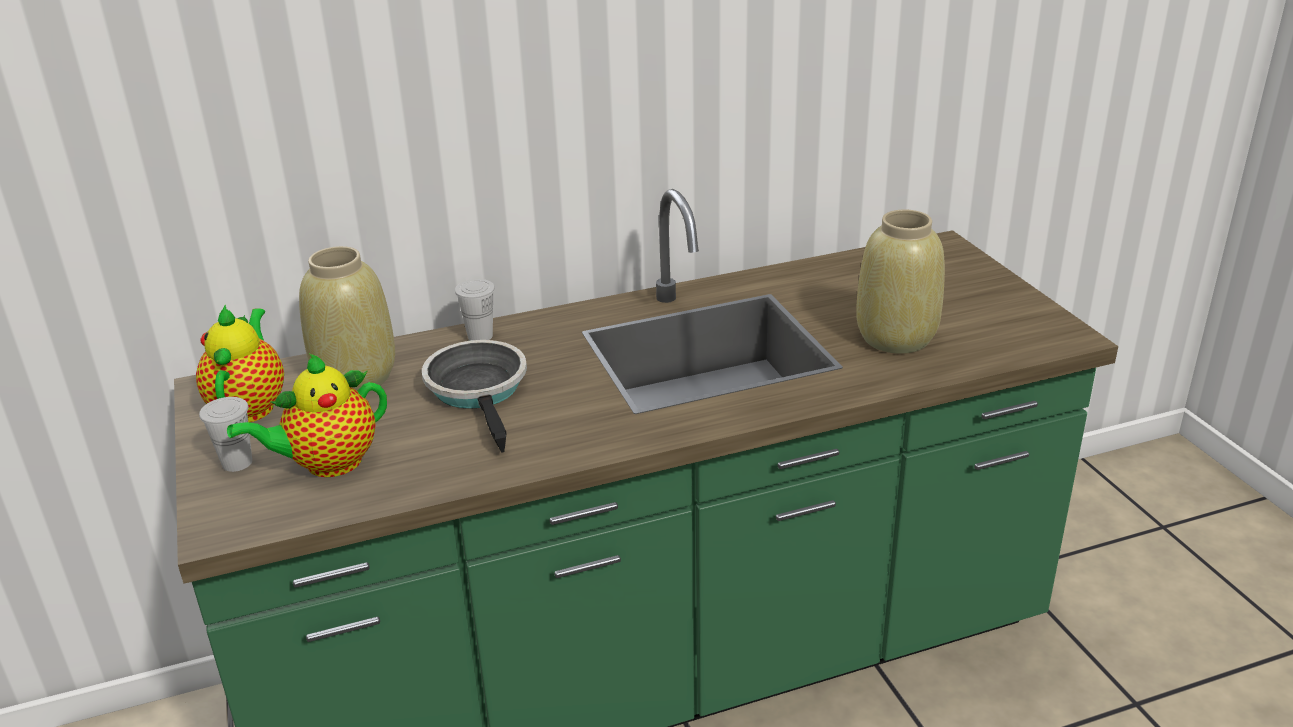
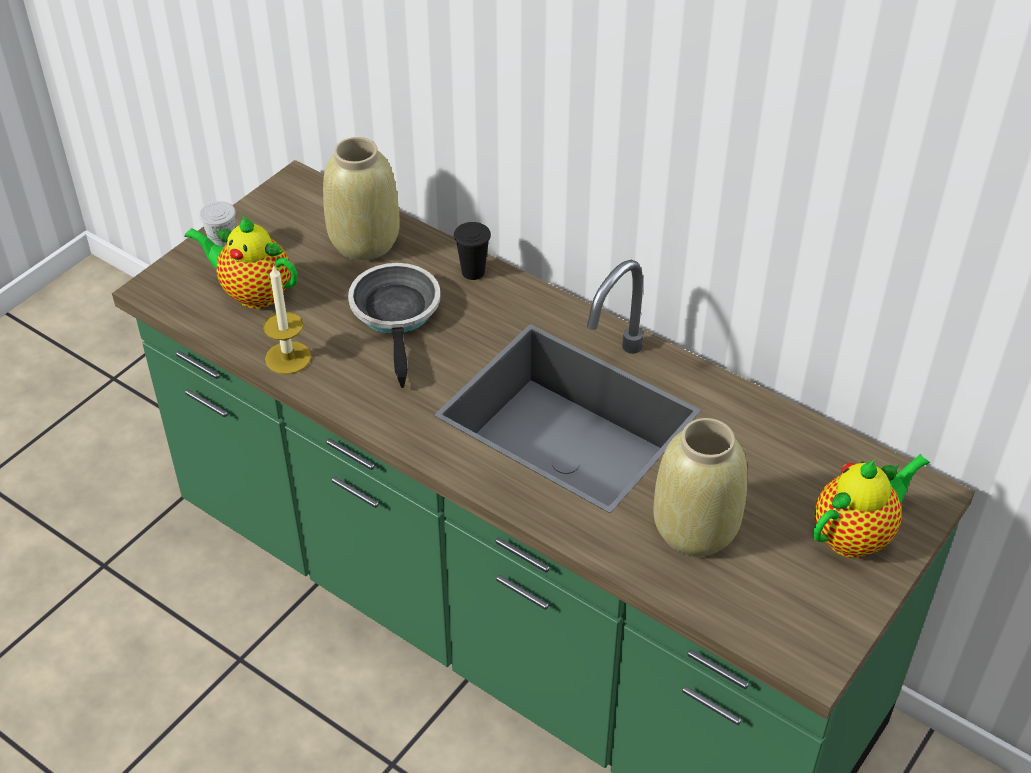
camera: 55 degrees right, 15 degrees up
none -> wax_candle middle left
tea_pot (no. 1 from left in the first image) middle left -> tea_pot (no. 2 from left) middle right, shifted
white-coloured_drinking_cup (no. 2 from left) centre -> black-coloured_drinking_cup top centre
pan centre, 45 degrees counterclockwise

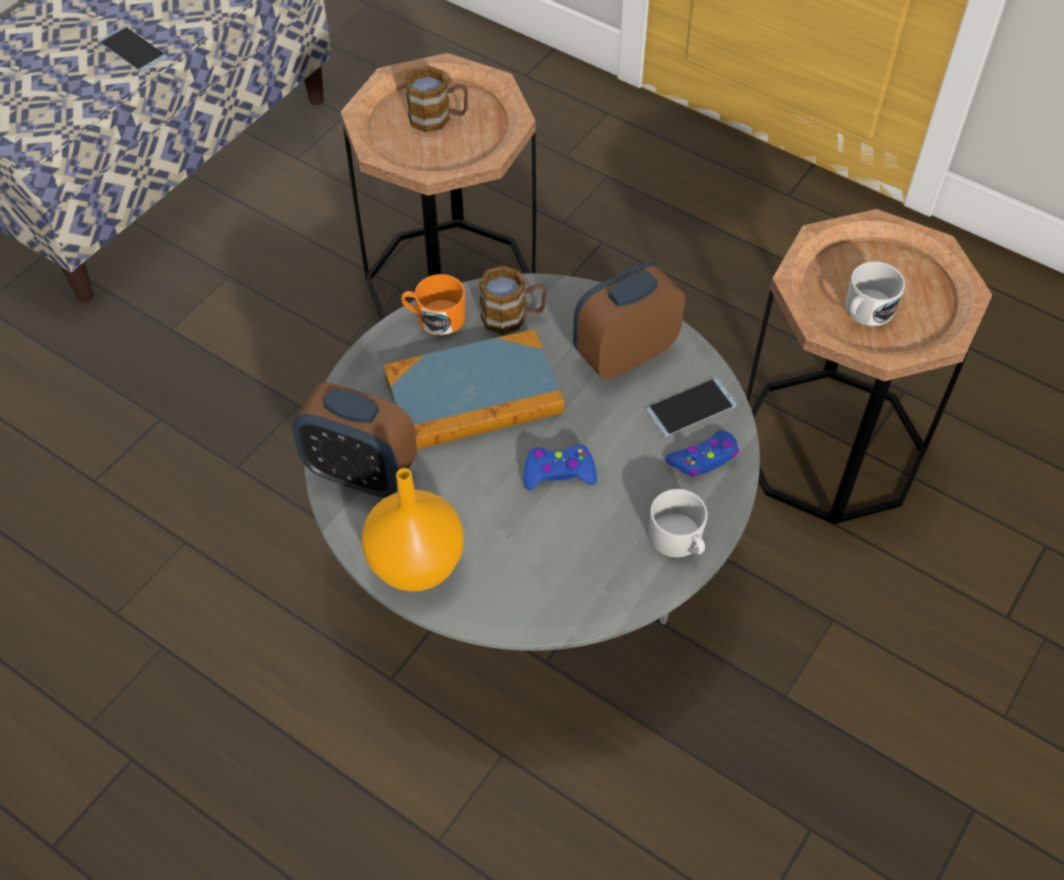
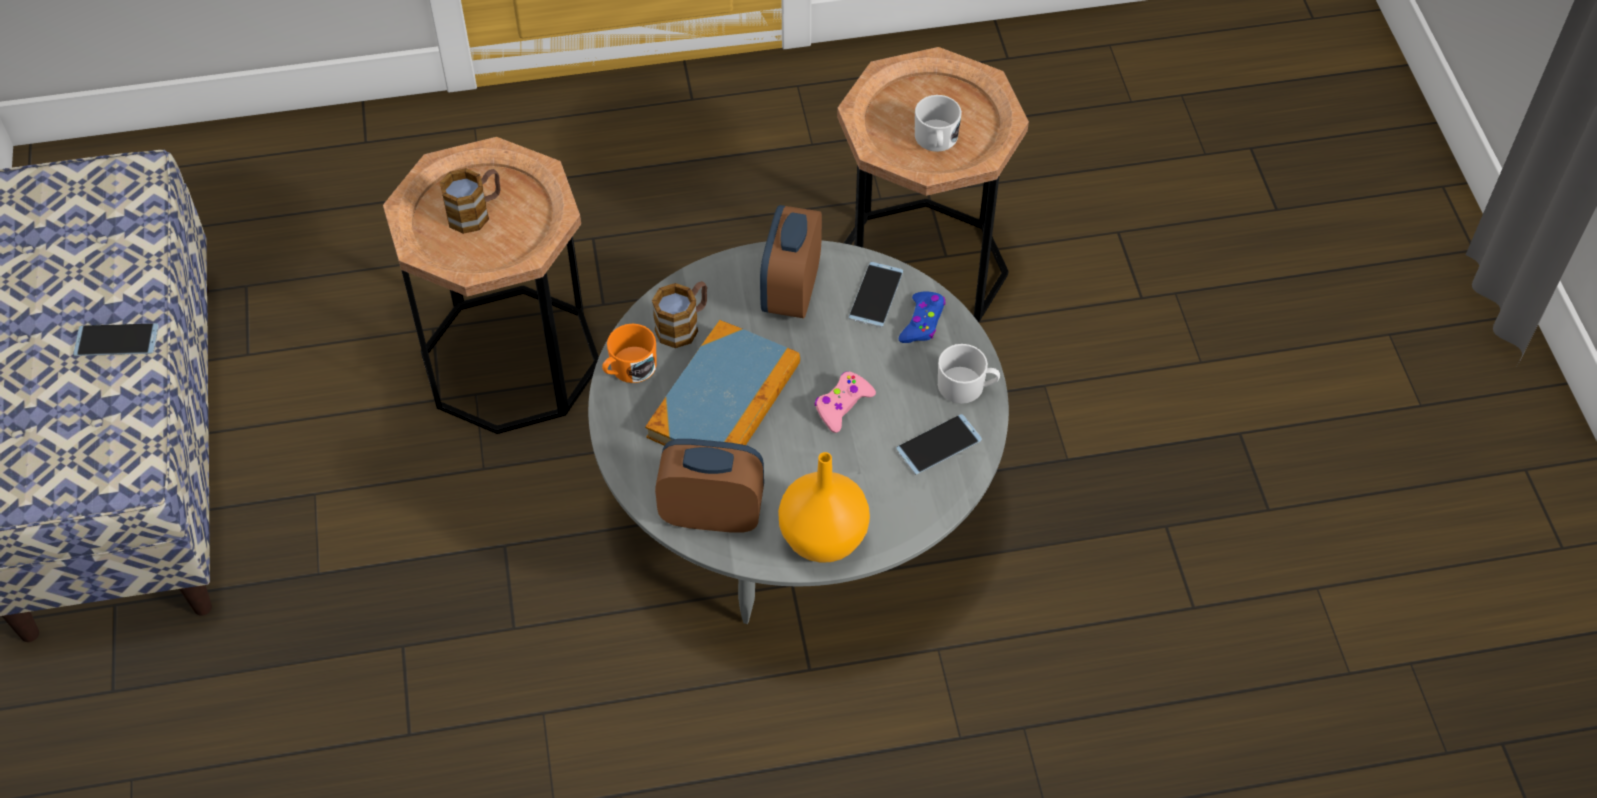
camera: 45 degrees left, 0 degrees up
none -> telephone (no. 3 from left) centre
blue_game_controller (no. 1 from left) centre -> pink_game_controller centre
bedside_clock (no. 1 from left) centre, 150 degrees counterclockwise

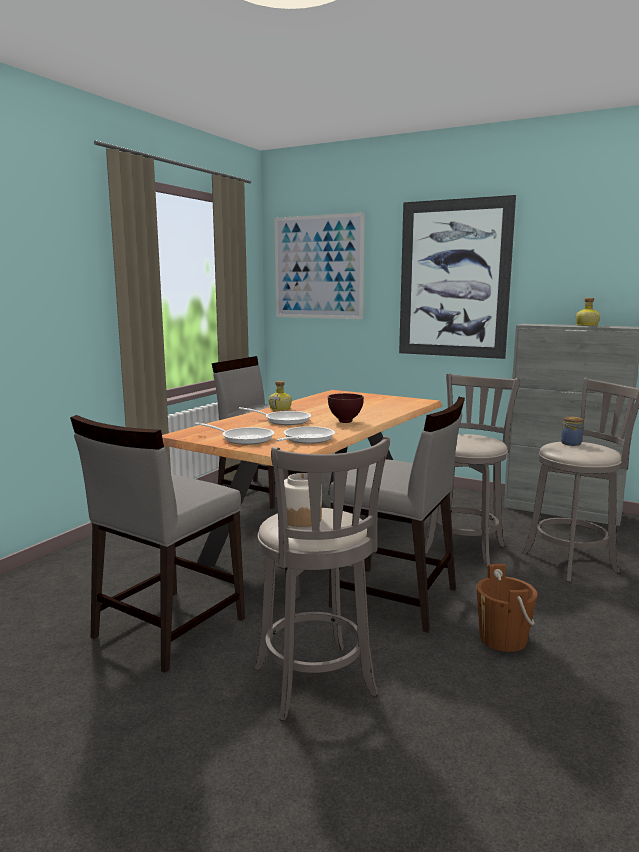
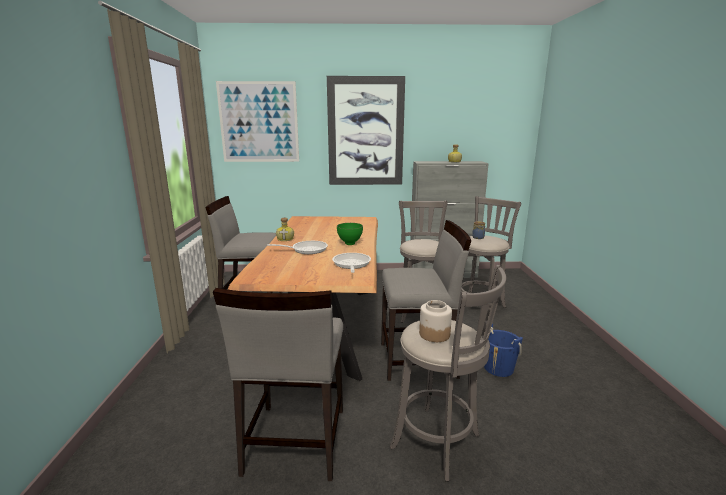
camera: 30 degrees left, 5 degrees up
pan (no. 1 from left) centre -> none
brown_deep_dish centre -> green_deep_dish centre
brown_bucket bottom right -> blue_bucket bottom right

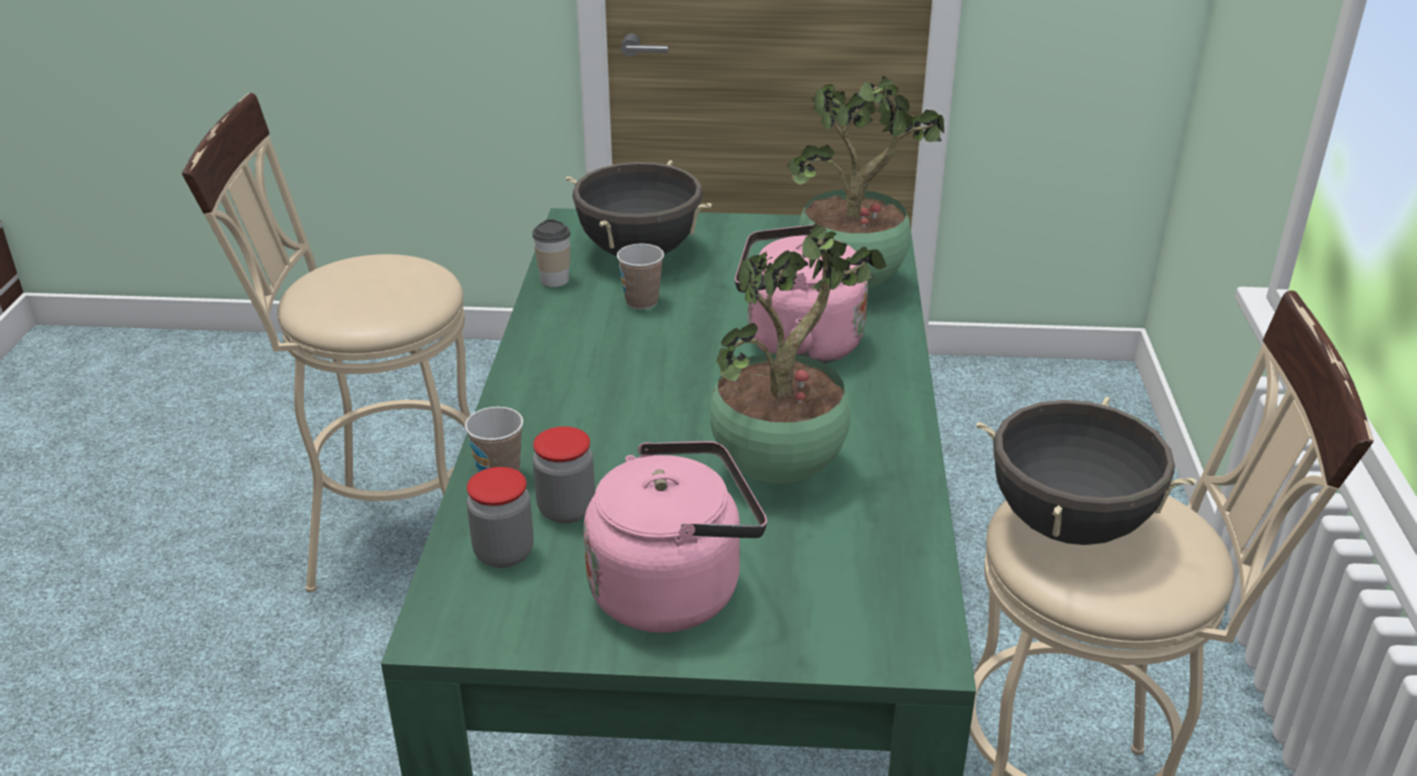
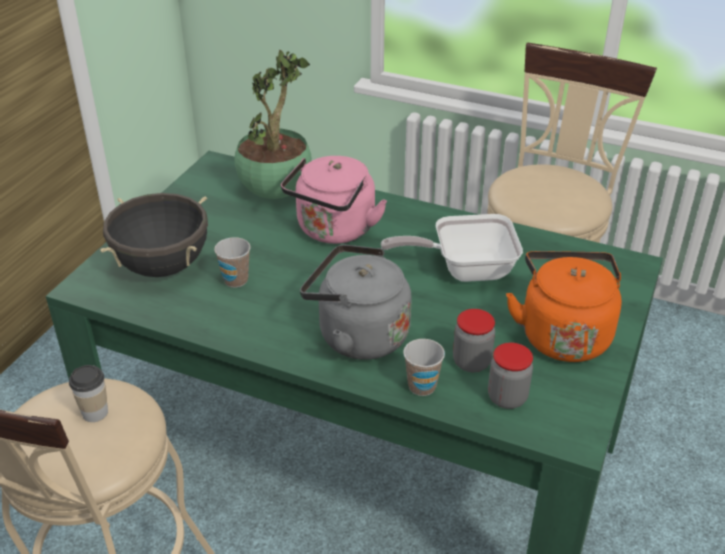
camera: 70 degrees left, 5 degrees up
black-coloured_stockpot (no. 2 from left) middle right -> none
none -> gray_water_kettle centre
drinking_cup (no. 2 from left in the first image) top centre -> drinking_cup (no. 1 from left) bottom left, shifted
plant_in_a_pot (no. 1 from left) centre -> pan centre
pink_water_kettle (no. 1 from left) bottom centre -> orangey_water_kettle middle right

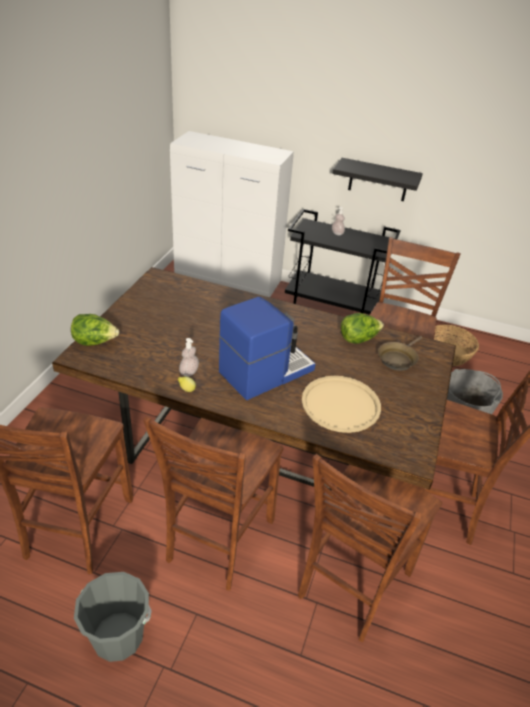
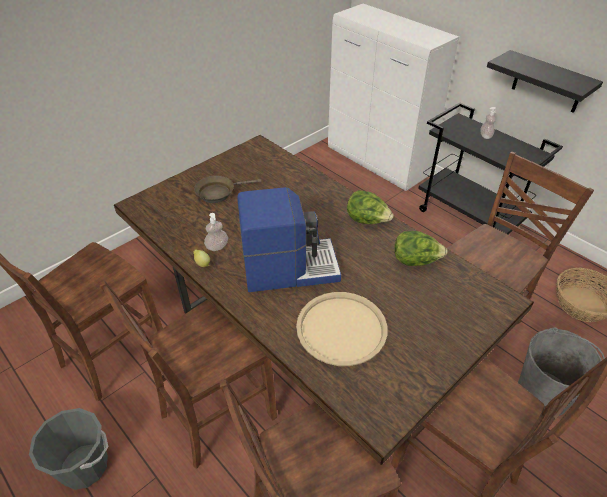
camera: 30 degrees right, 5 degrees up
head_of_lettuce (no. 1 from left) middle left -> head_of_lettuce (no. 1 from left) centre, shifted
brown_pan middle right -> brown_pan centre, shifted

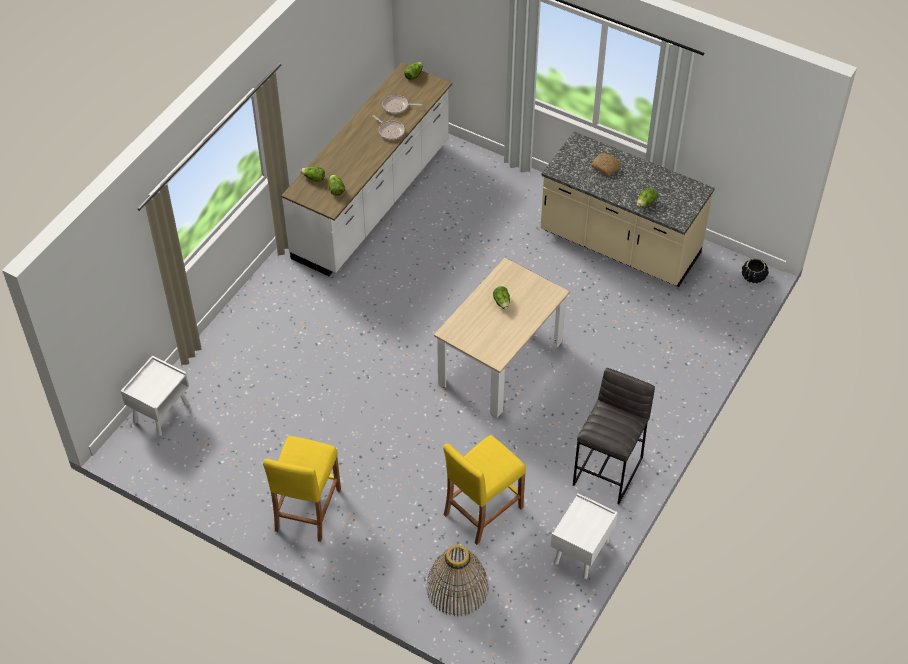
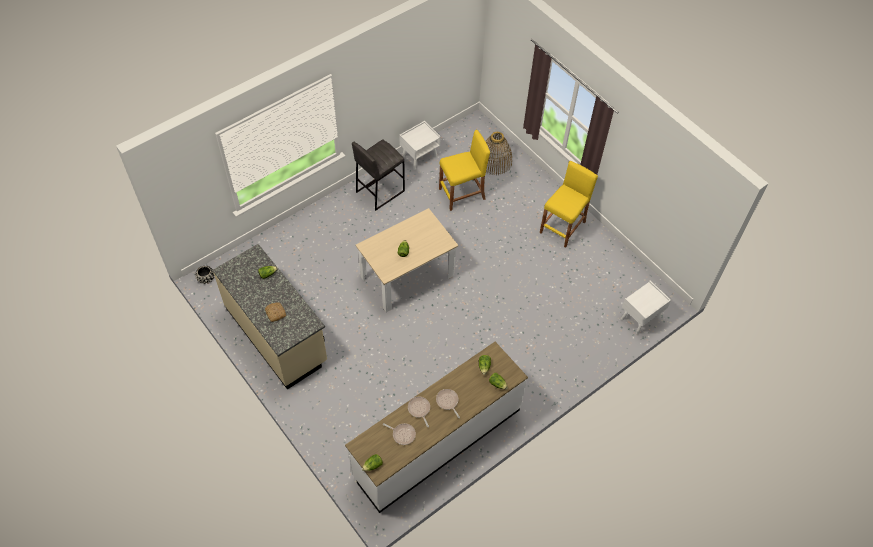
camera: 160 degrees left, 5 degrees up
none -> pan (no. 3 from left) bottom centre

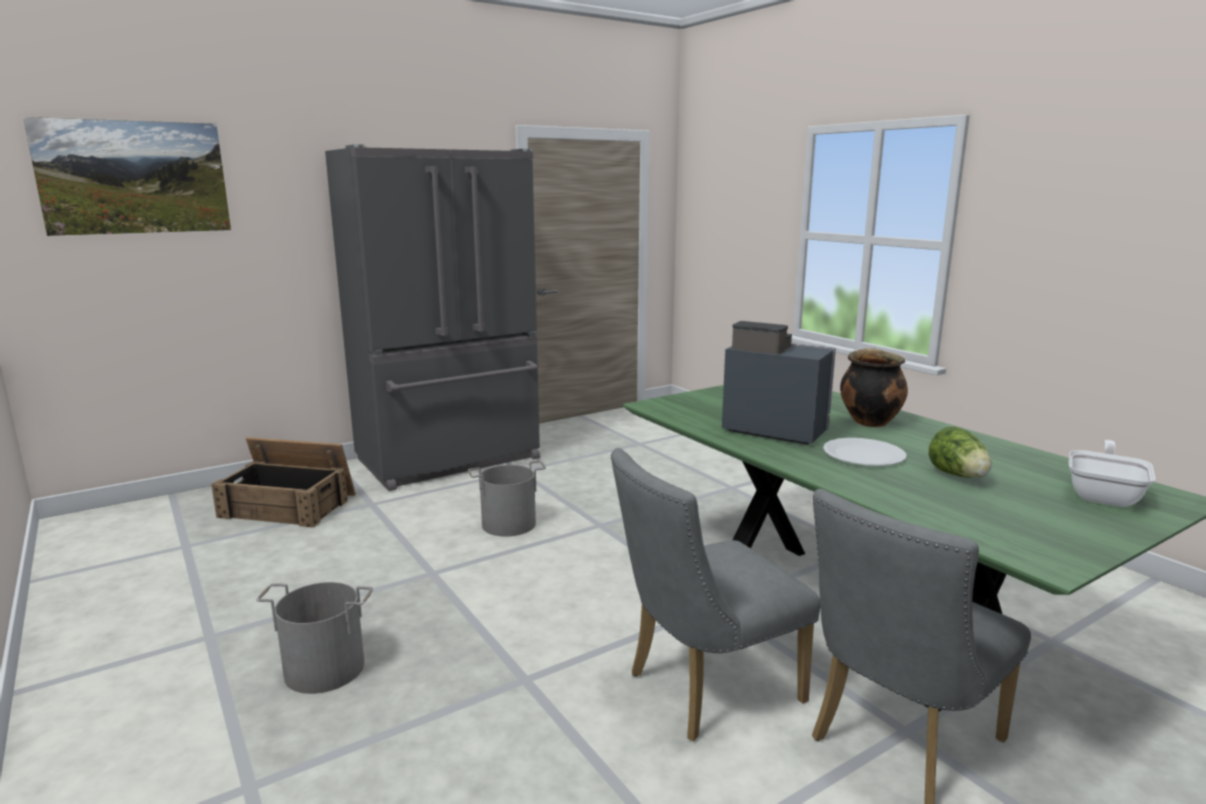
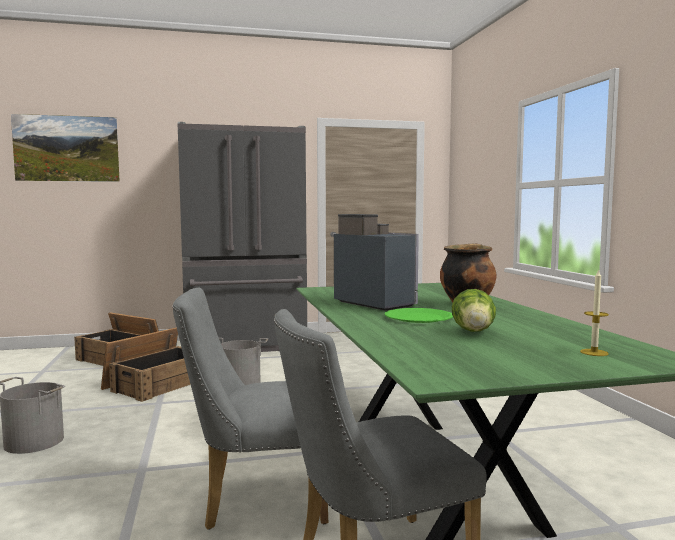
camera: 20 degrees right, 10 degrees down
none -> packing_crate (no. 2 from left) bottom left
pan middle right -> wax_candle middle right
white-coloured_plate middle right -> green_plate centre

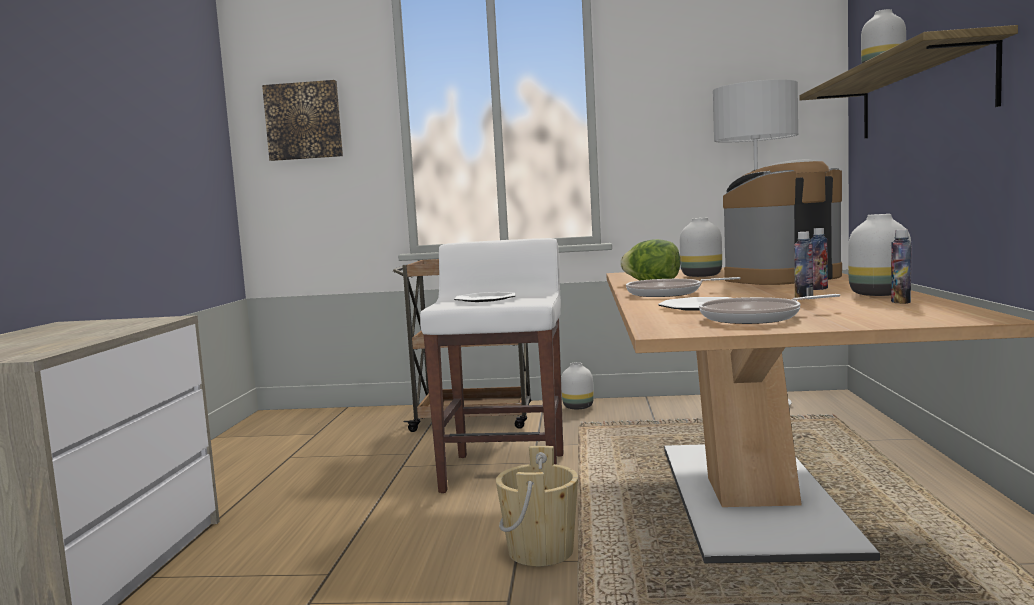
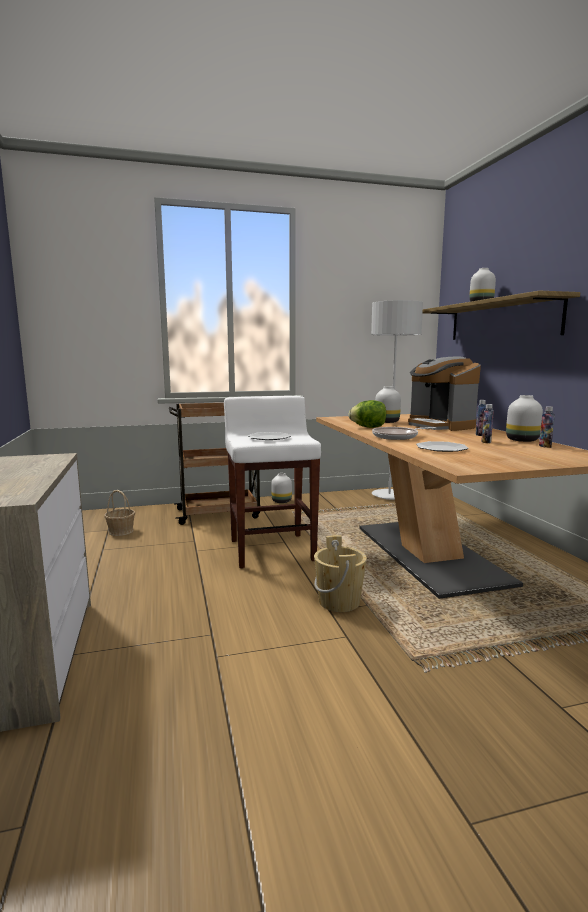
camera: 20 degrees left, 5 degrees up
wall_art top left -> none
pan (no. 2 from left) middle right -> none
none -> storage_basket middle left
coffee_brewer middle right, 75 degrees counterclockwise

